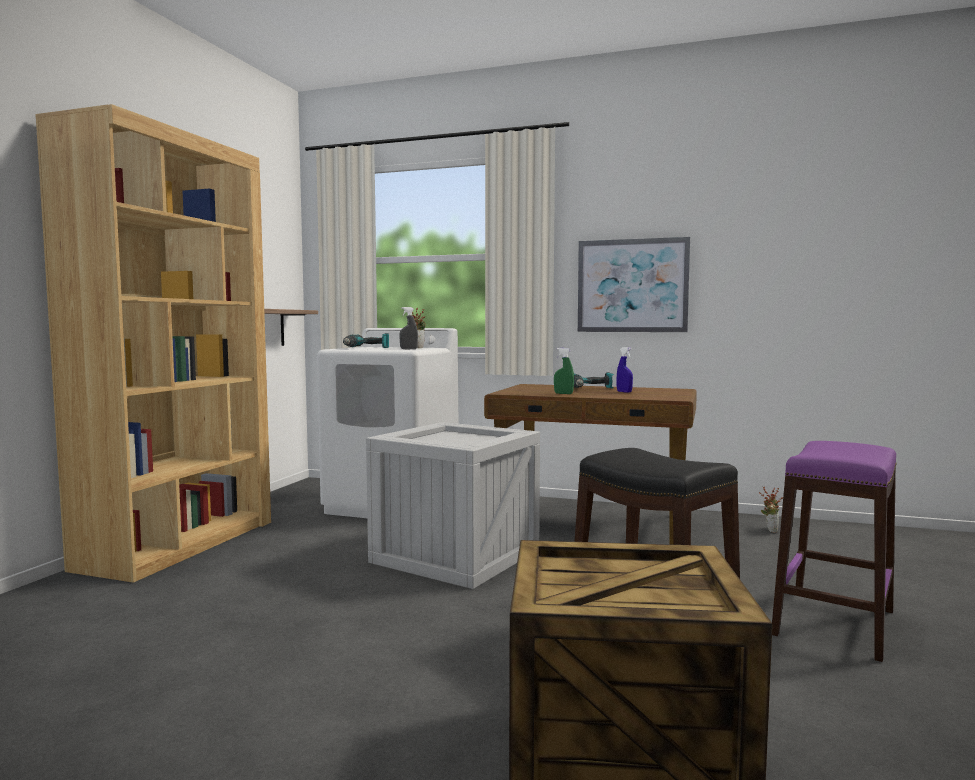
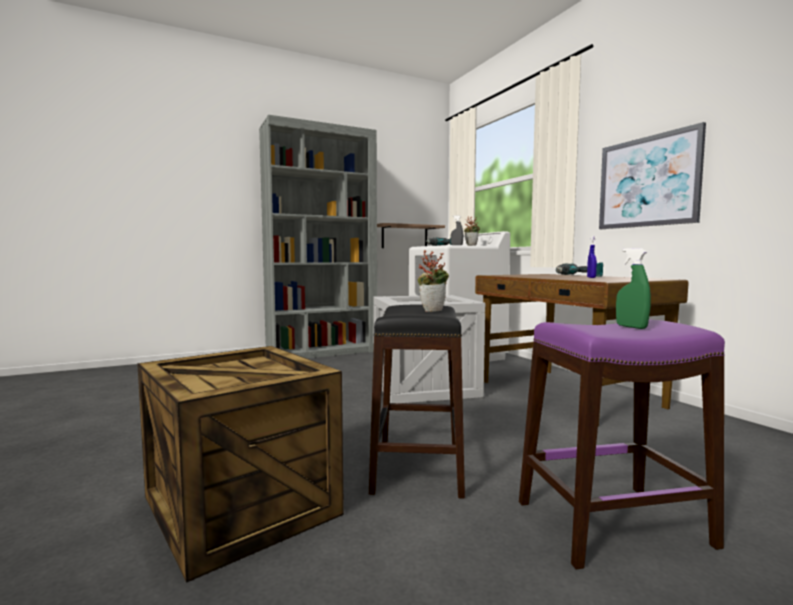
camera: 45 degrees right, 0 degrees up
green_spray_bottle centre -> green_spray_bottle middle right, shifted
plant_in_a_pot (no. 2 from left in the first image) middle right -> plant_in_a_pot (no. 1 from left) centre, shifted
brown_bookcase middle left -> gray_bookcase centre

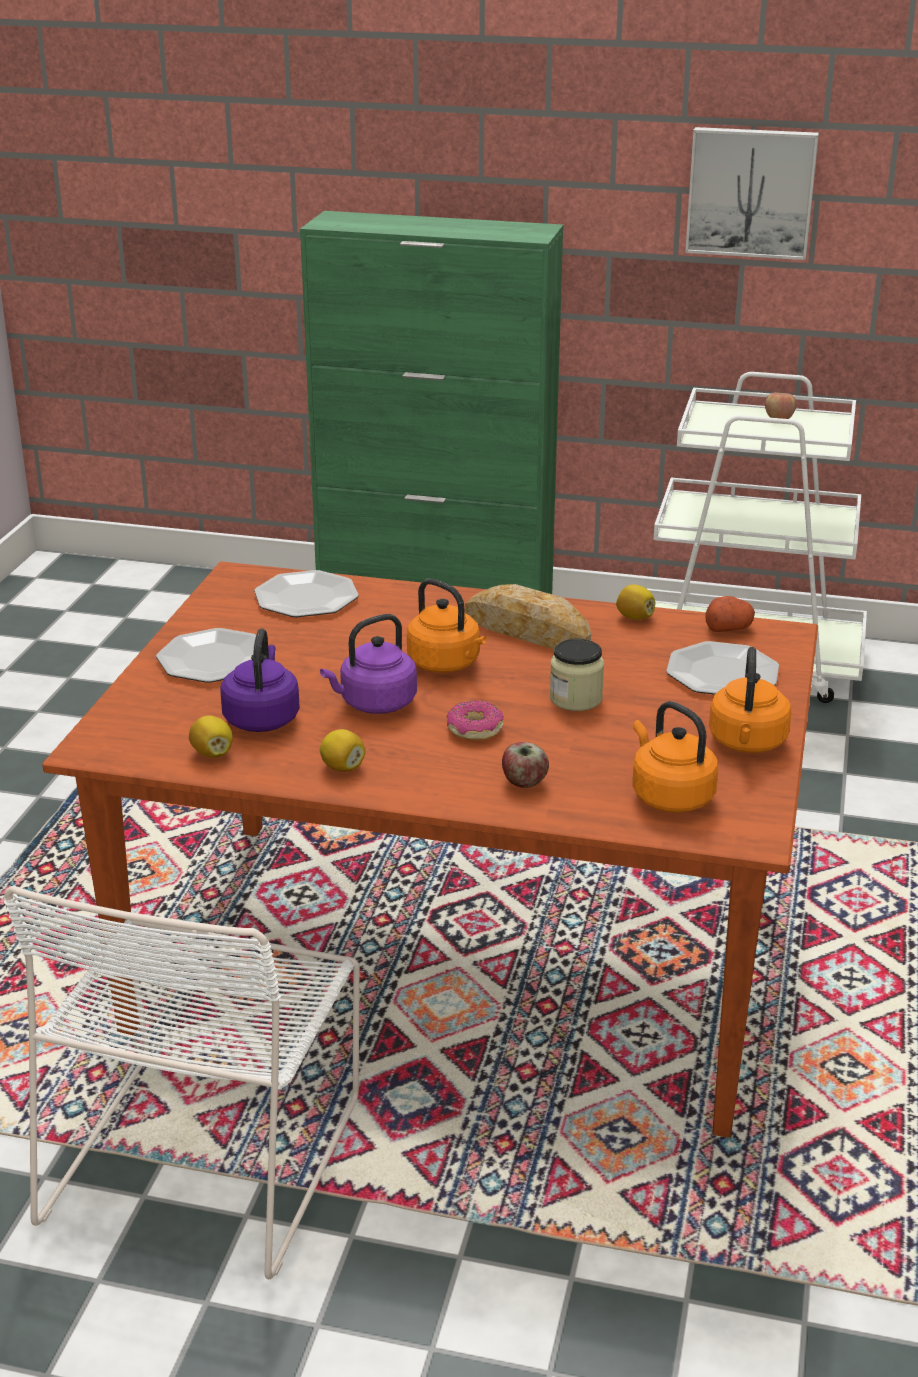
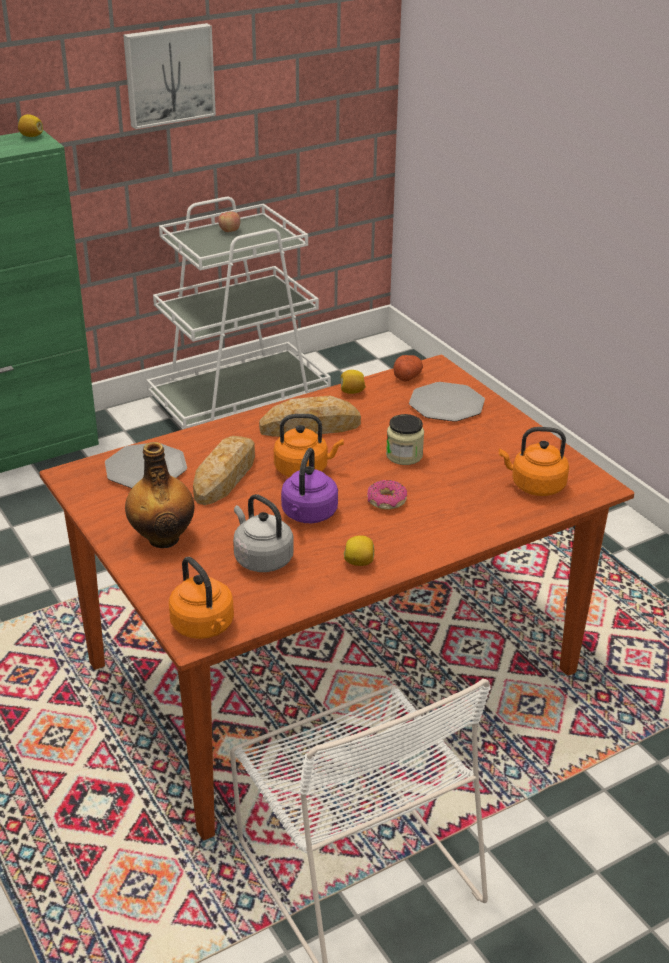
camera: 45 degrees left, 5 degrees up
apple (no. 1 from left) centre -> none
none -> baked_bread (no. 1 from left) centre
lemon (no. 1 from left) middle left -> lemon (no. 1 from left) top left, shifted
orangey_water_kettle (no. 3 from left in the first image) middle right -> orangey_water_kettle (no. 1 from left) middle left, shifted
plate (no. 1 from left) middle left -> drink_bottle middle left
purplish_water_kettle (no. 1 from left) middle left -> gray_water_kettle centre

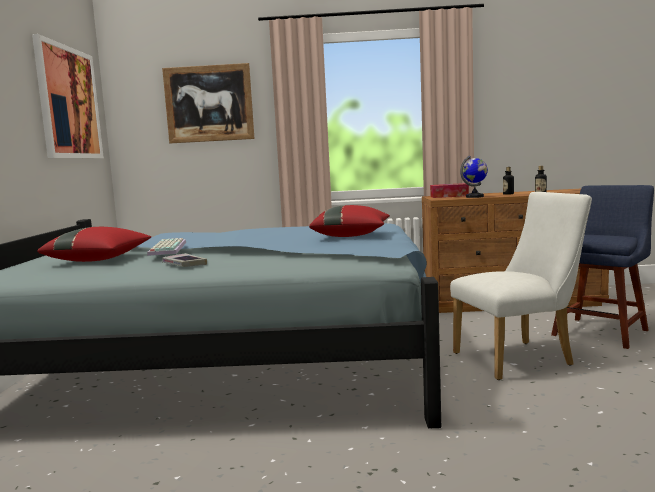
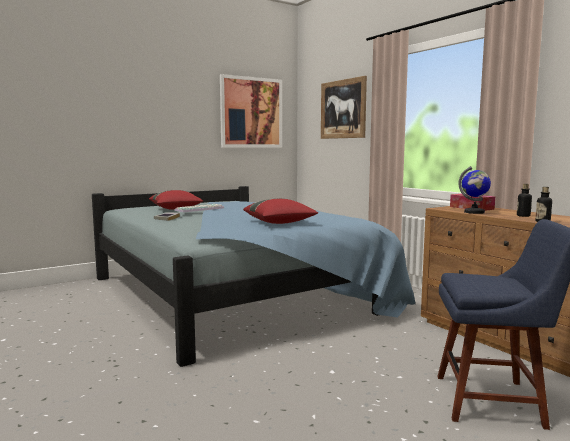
camera: 55 degrees right, 0 degrees up
white-coloured_plain_chair middle right -> none

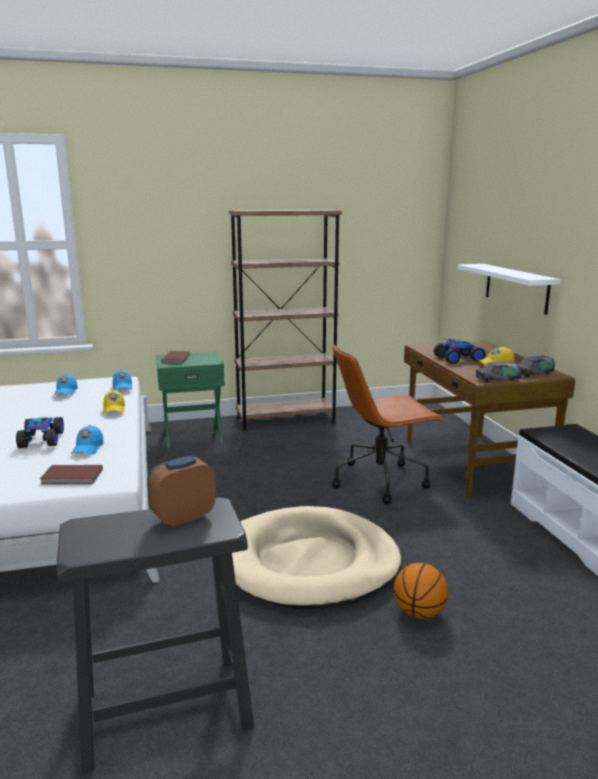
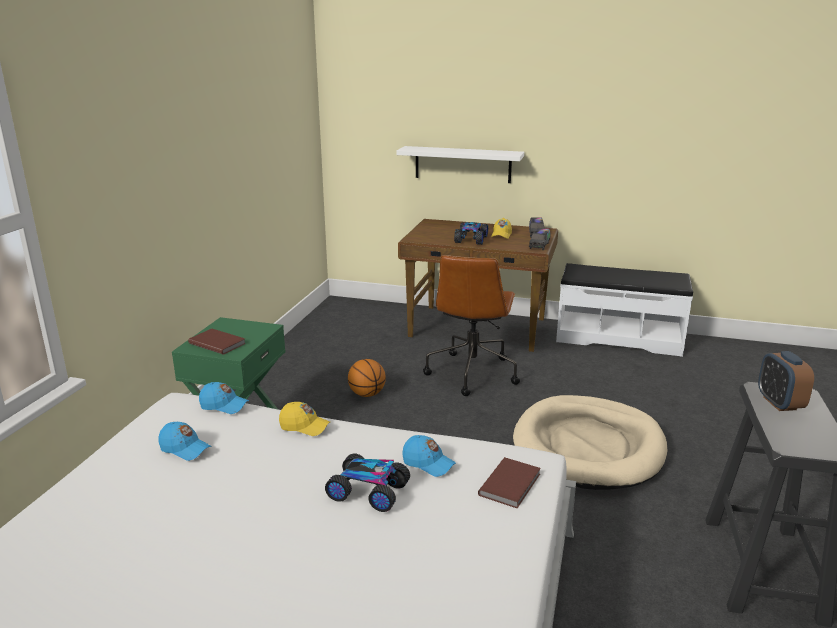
camera: 60 degrees left, 5 degrees up
brown_bookcase centre -> none
basketball_ball bottom right -> basketball_ball centre, shifted

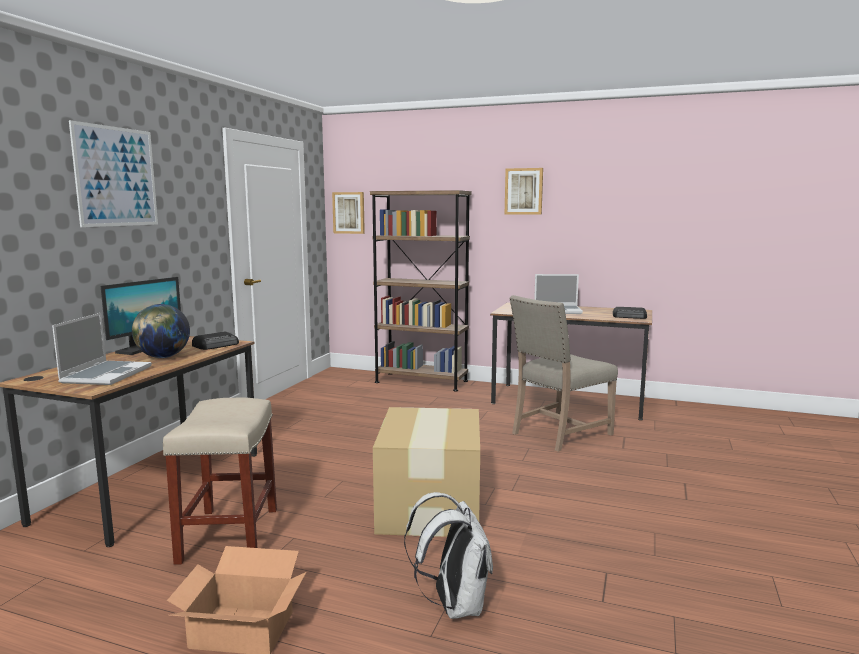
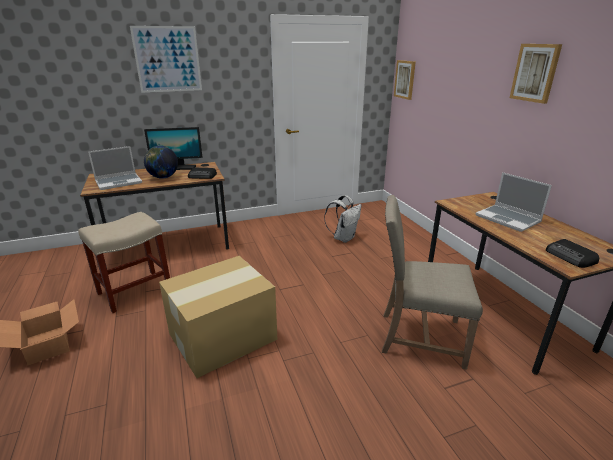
camera: 50 degrees right, 15 degrees up
brown_bookcase centre -> none
white-coloured_knapsack bottom centre -> white-coloured_knapsack centre, shifted

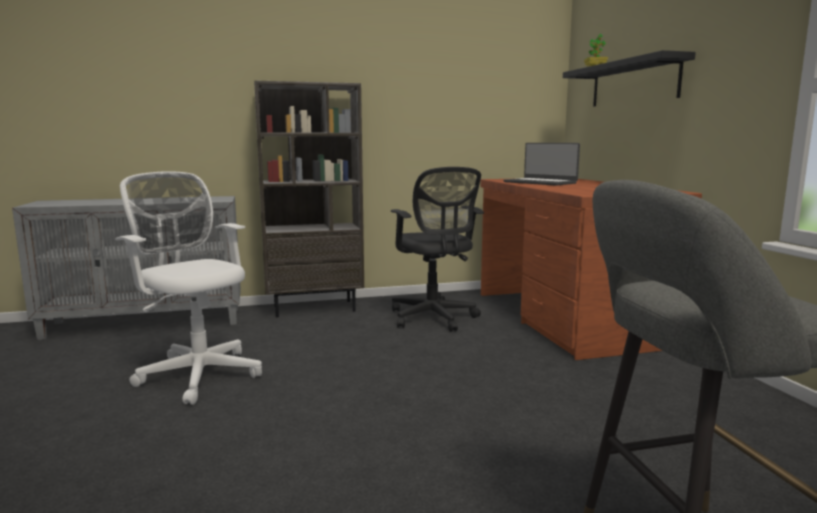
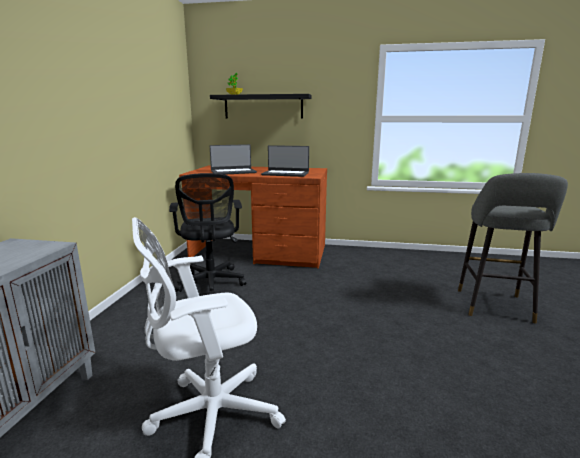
camera: 65 degrees left, 5 degrees up
brown_bookcase centre -> none
none -> notebook_computer (no. 2 from left) centre
black-coloured_computer_chair centre, 75 degrees clockwise

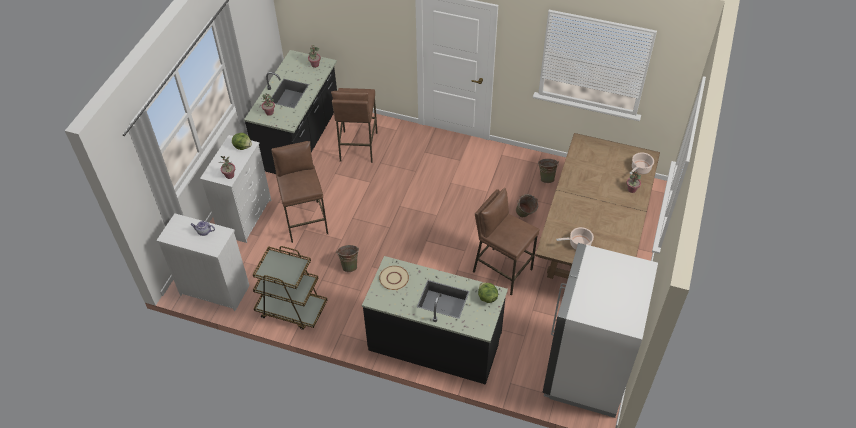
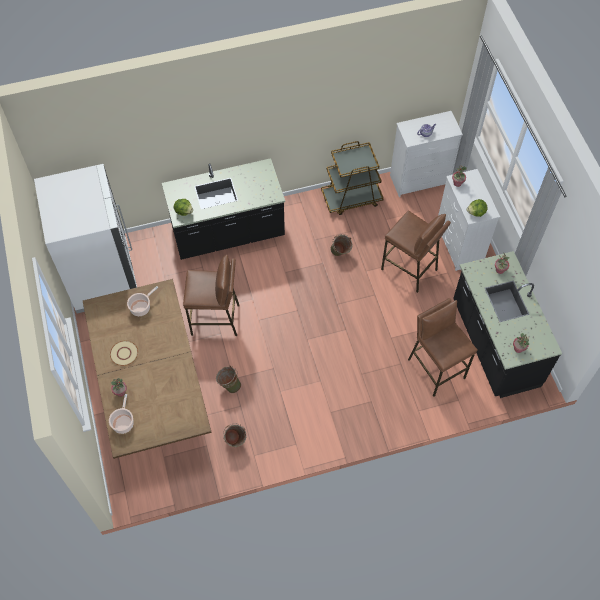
camera: 145 degrees right, 10 degrees up
beige-coloured_plate centre -> beige-coloured_plate middle left, shifted

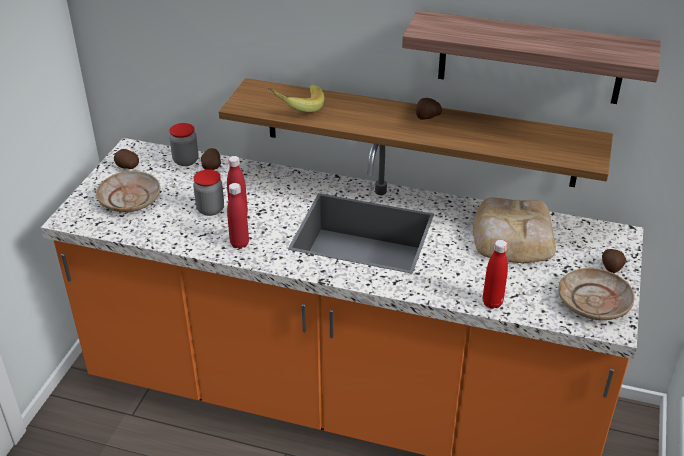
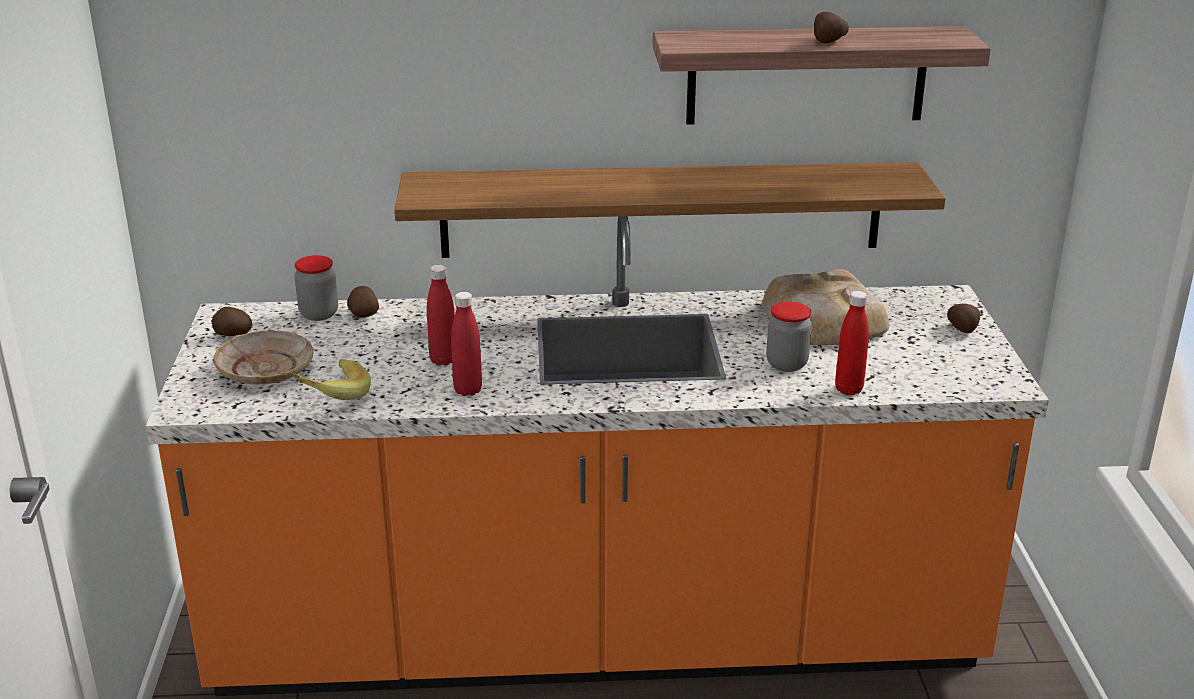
camera: 20 degrees left, 10 degrees down
beige-coloured_plate (no. 2 from left) middle right -> none
preserve_jar (no. 2 from left) middle left -> preserve_jar (no. 2 from left) centre, shifted
banana_fruit top centre -> banana_fruit middle left, shifted
spud (no. 3 from left) top centre -> spud (no. 3 from left) top right, shifted

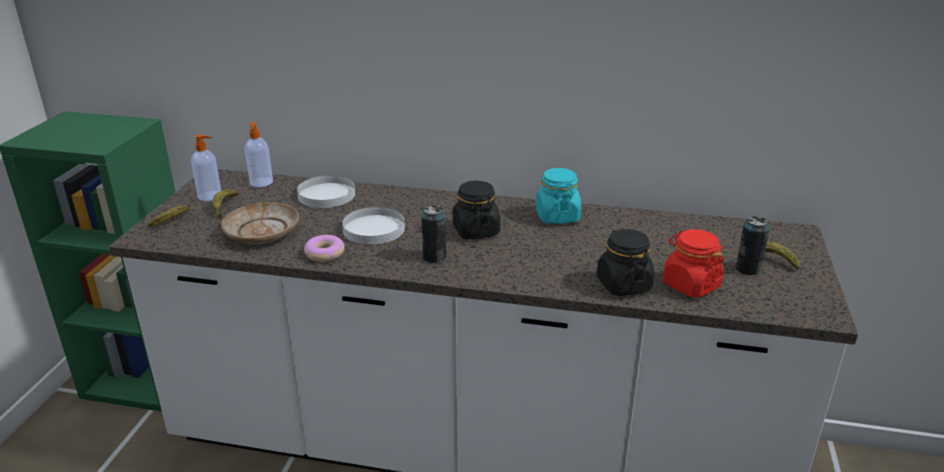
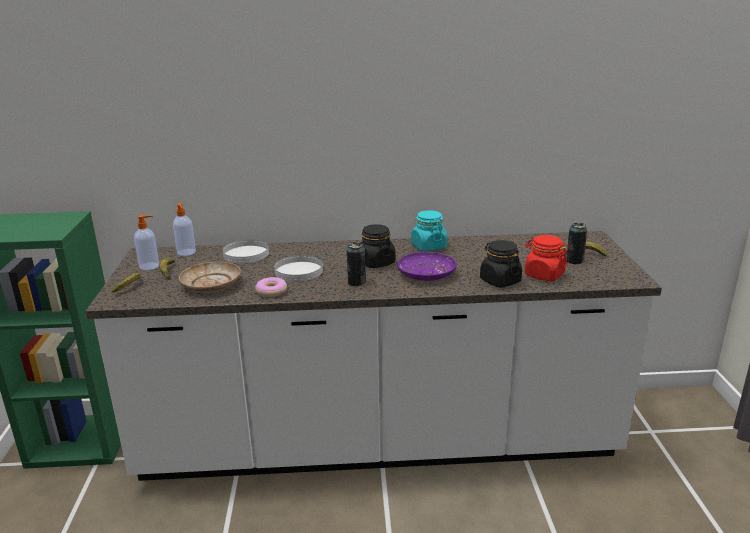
camera: 15 degrees left, 5 degrees down
none -> purplish_plate centre

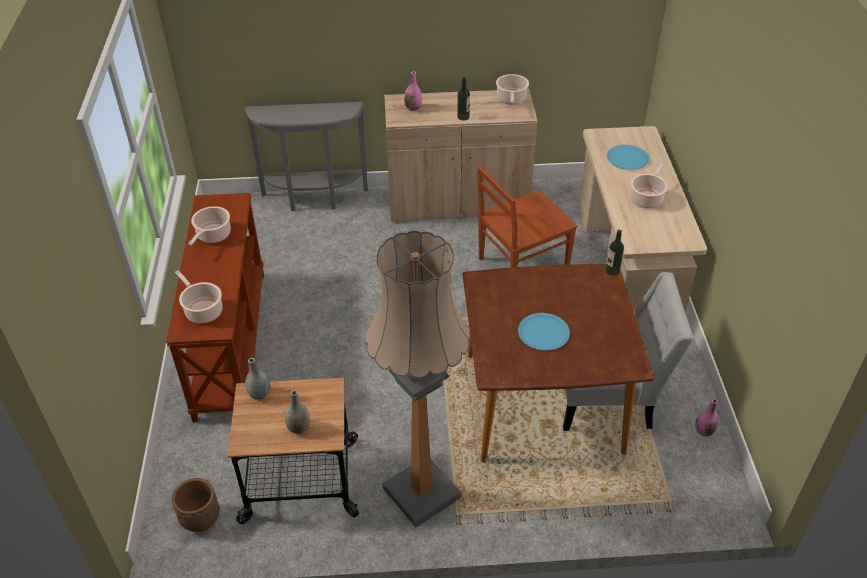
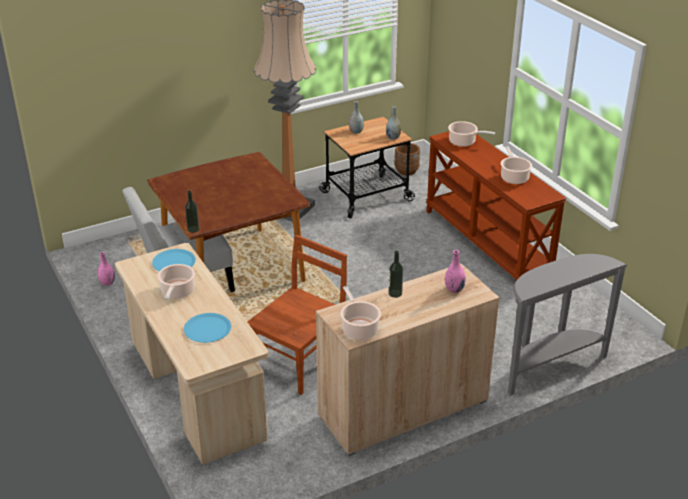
camera: 155 degrees right, 10 degrees down
blue_plate (no. 1 from left) centre -> blue_plate (no. 1 from left) middle left, shifted

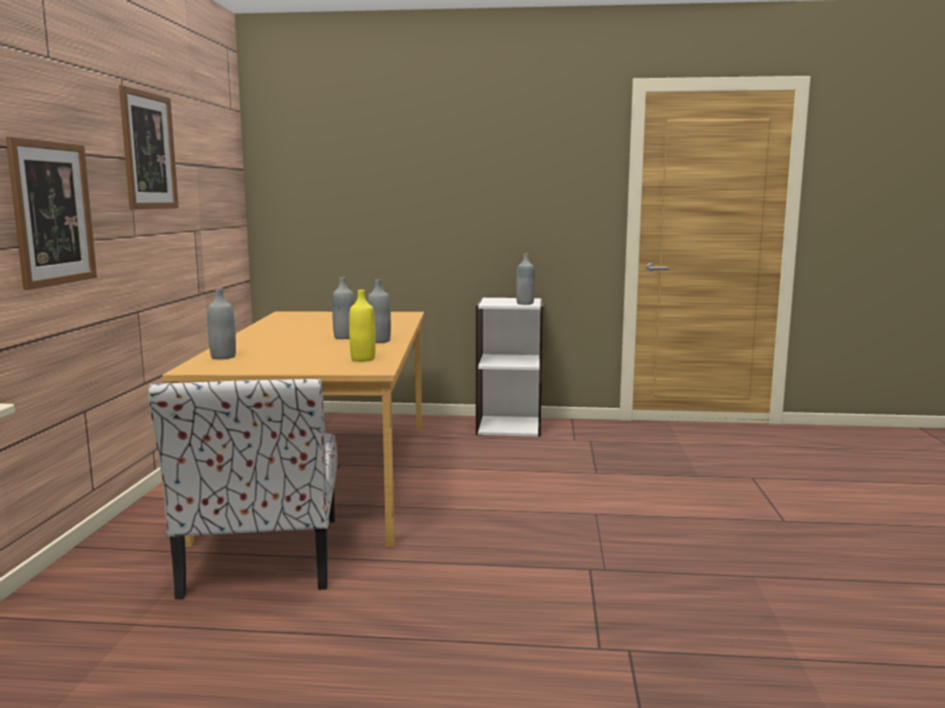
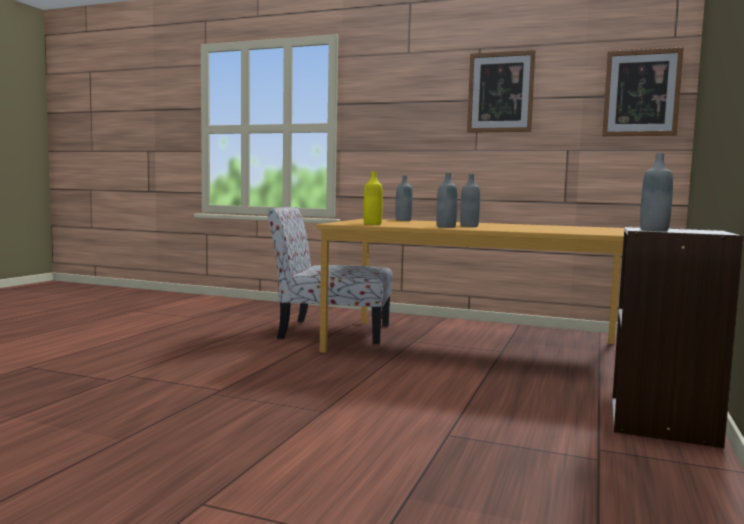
camera: 105 degrees right, 5 degrees down
wall_art (no. 1 from left in the first image) top left -> wall_art (no. 2 from left) top right, shifted

